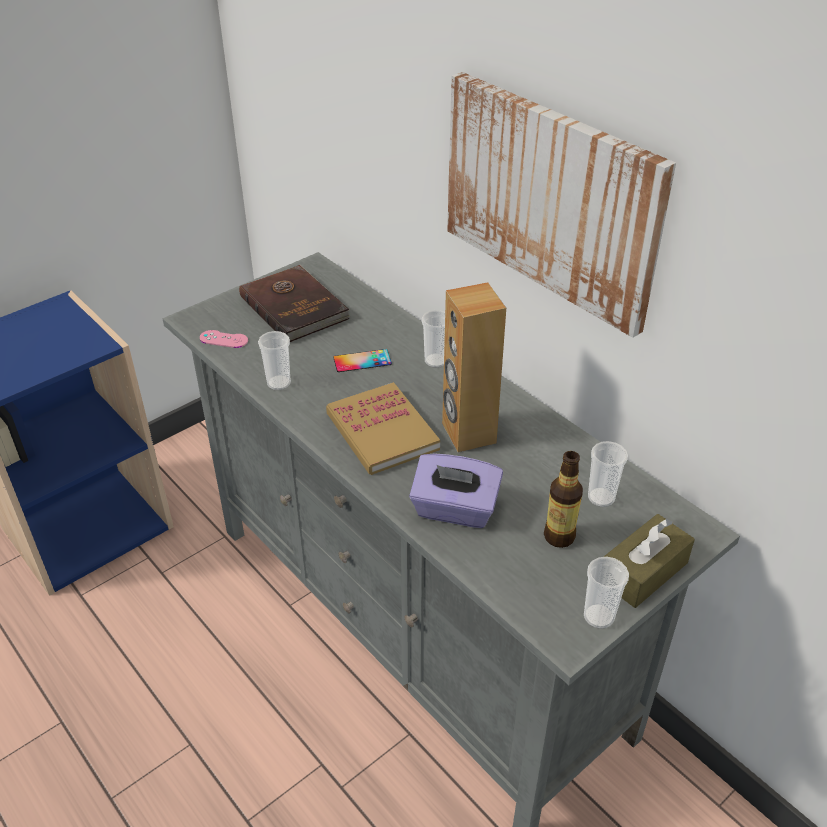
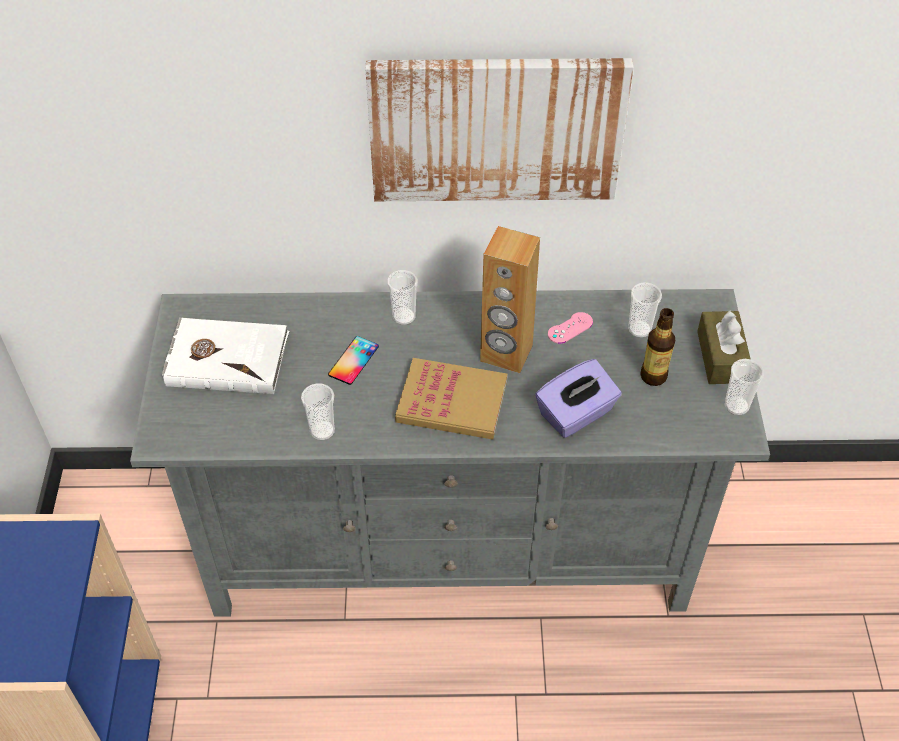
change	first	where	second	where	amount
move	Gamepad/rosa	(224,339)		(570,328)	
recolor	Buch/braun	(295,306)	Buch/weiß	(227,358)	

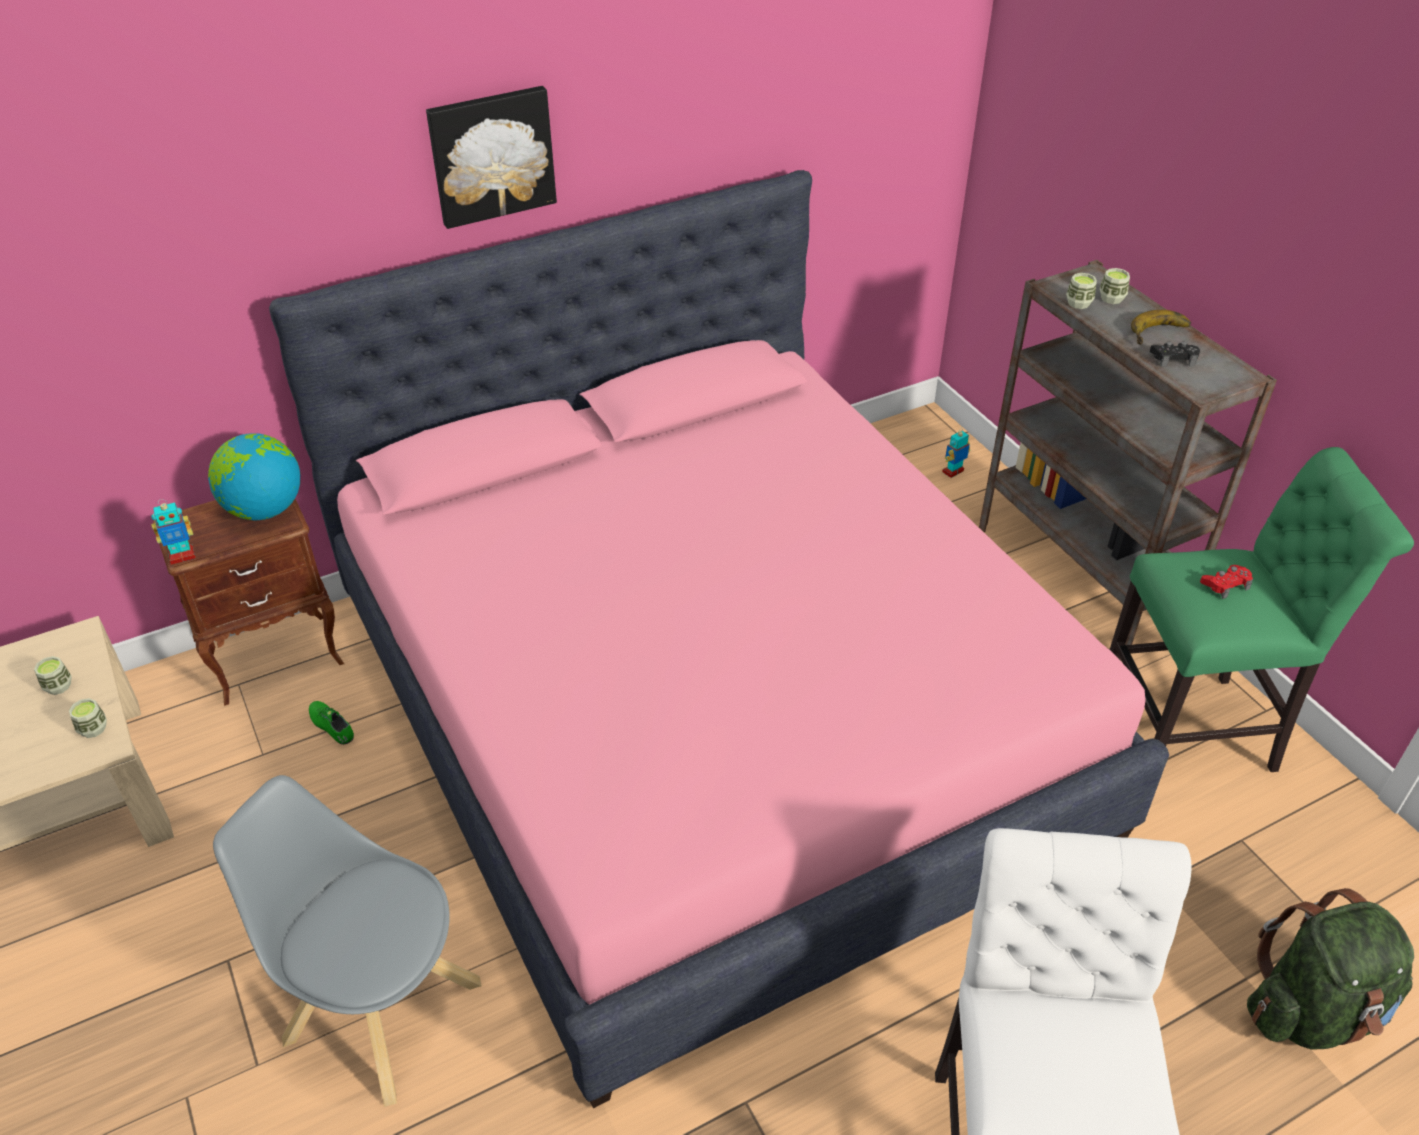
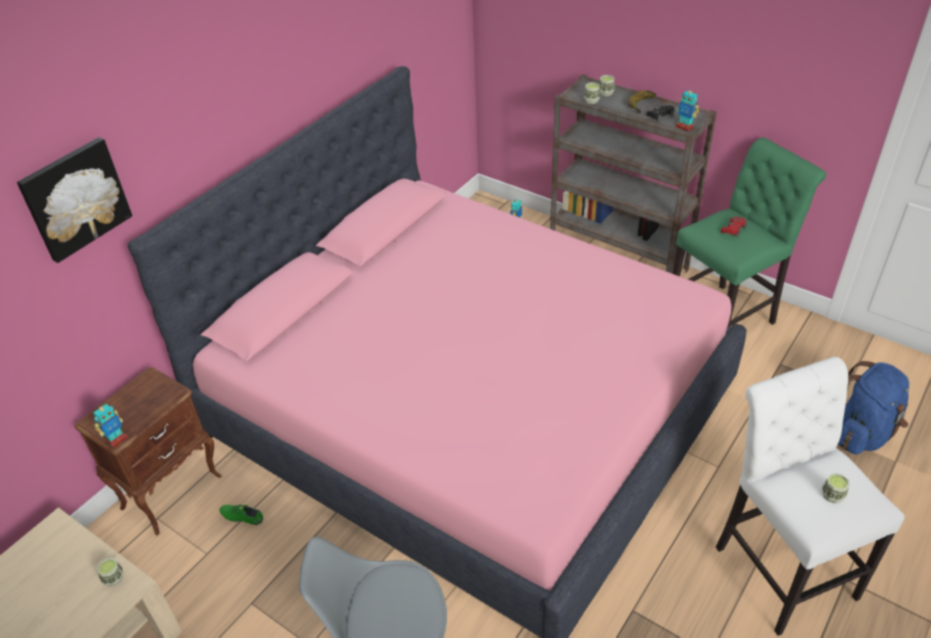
change	first	where	second	where	amount
delete	Globus	(264,509)			
insert			Spielzeugroboter	(684,127)	
move	Tasse	(58,686)		(832,495)	
move	Bild	(491,155)		(75,198)	
recolor	Rucksack/grün	(1312,1010)	Rucksack/blau	(861,432)	

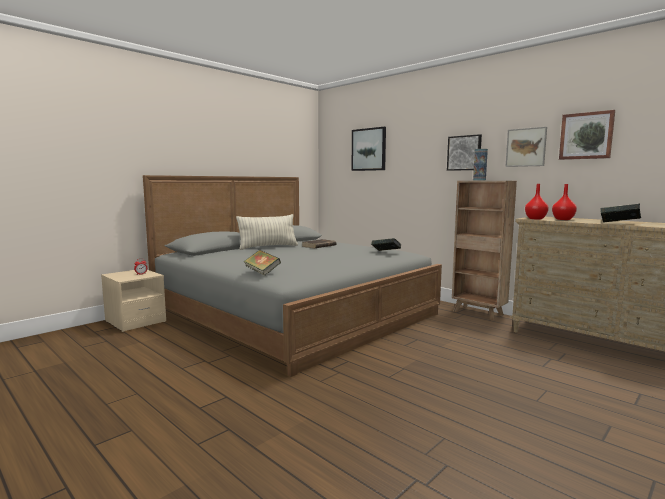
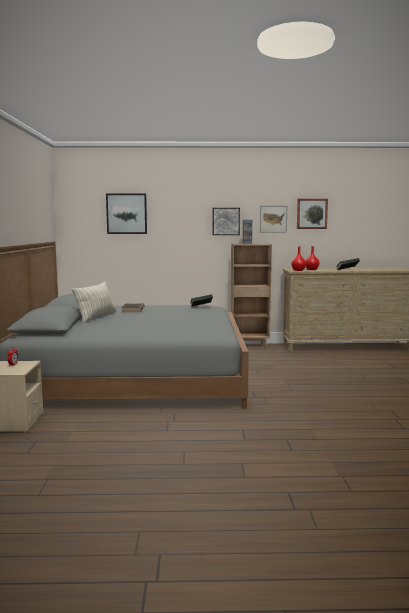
change	first	where	second	where	amount
delete	Buch	(262,272)			

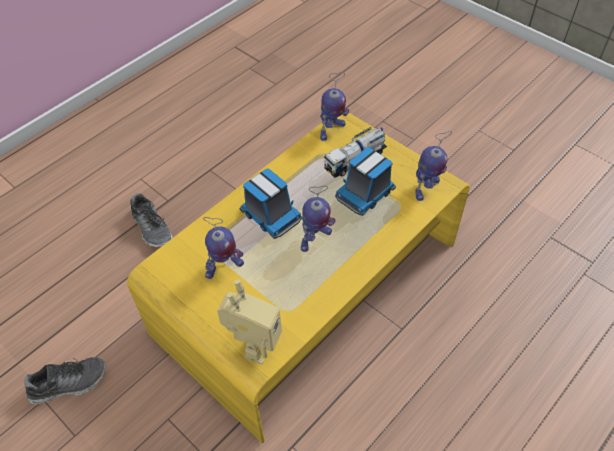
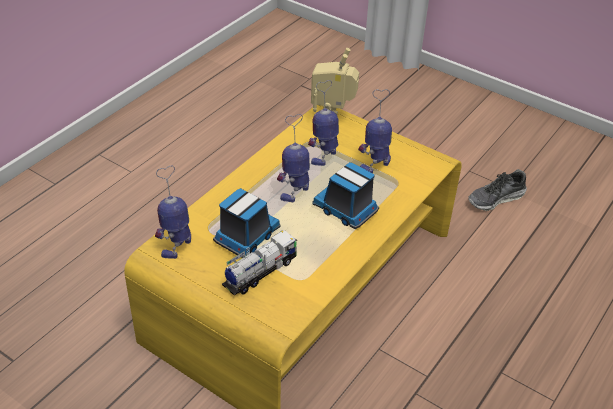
change	first	where	second	where	amount
delete	Schuh	(152,228)			
move	Spielzeugroboter	(331,130)		(324,155)	

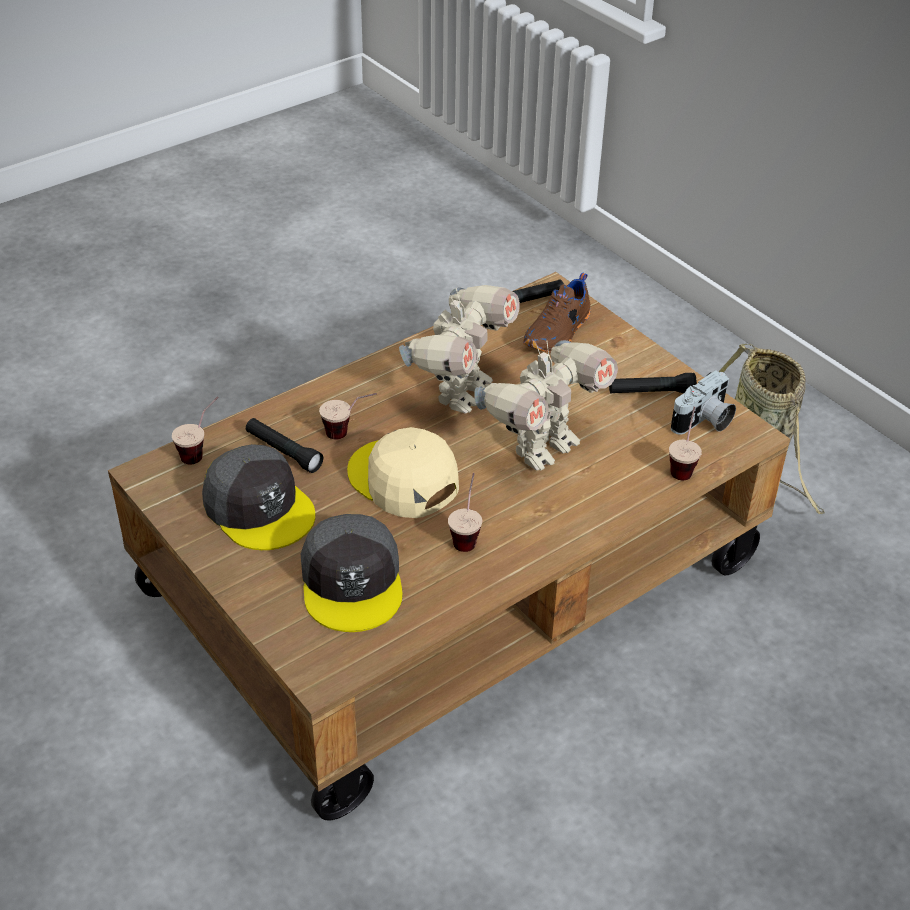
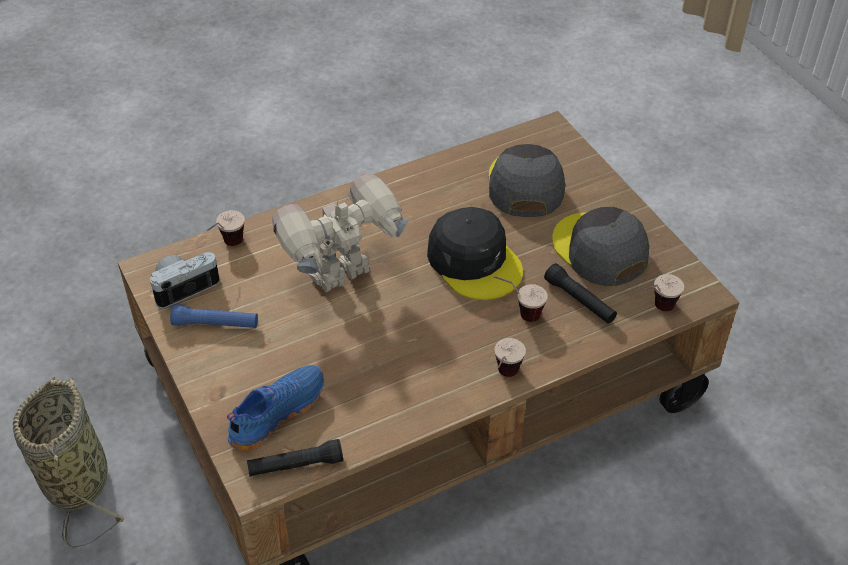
change	first	where	second	where	amount
delete	Spielzeugroboter	(460,393)			
move	Tasse	(467,534)		(504,378)	
recolor	Kappe/beige	(403,479)	Kappe/schwarz	(474,261)	
recolor	Schuh/braun	(559,333)	Schuh/blau	(275,413)	
recolor	Taschenlampe/schwarz	(651,392)	Taschenlampe/blau	(215,324)	

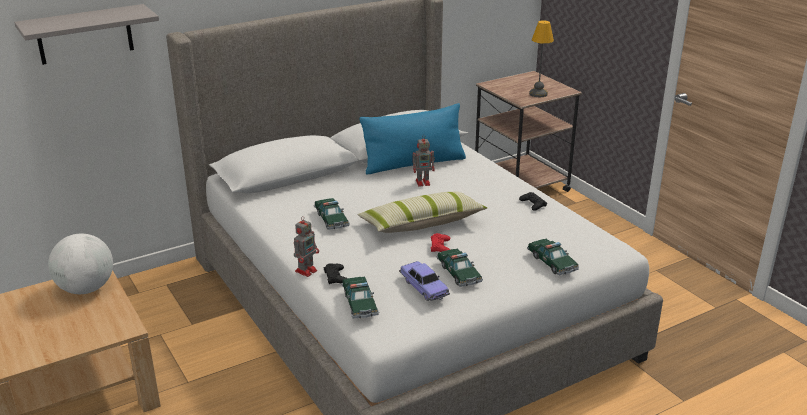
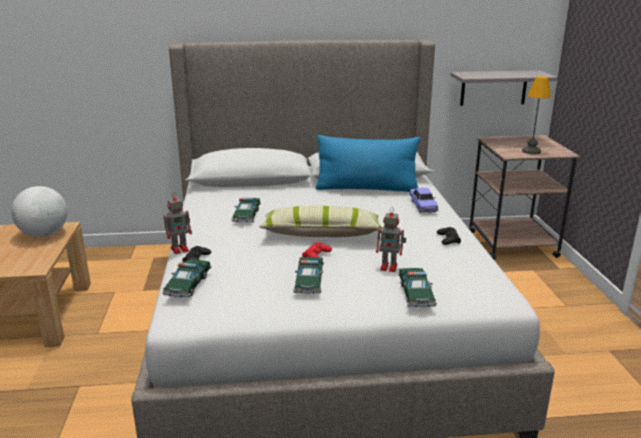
change	first	where	second	where	amount
move	Wandregal/grau	(85,34)		(493,88)	
move	Spielzeugauto	(424,287)		(423,206)	
move	Spielzeugroboter	(423,182)		(390,267)	

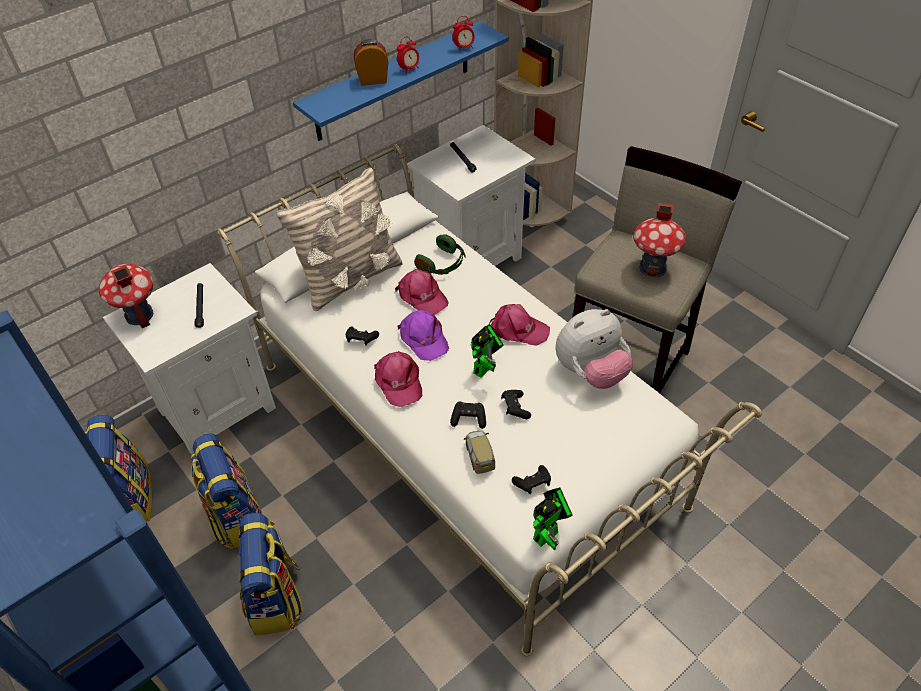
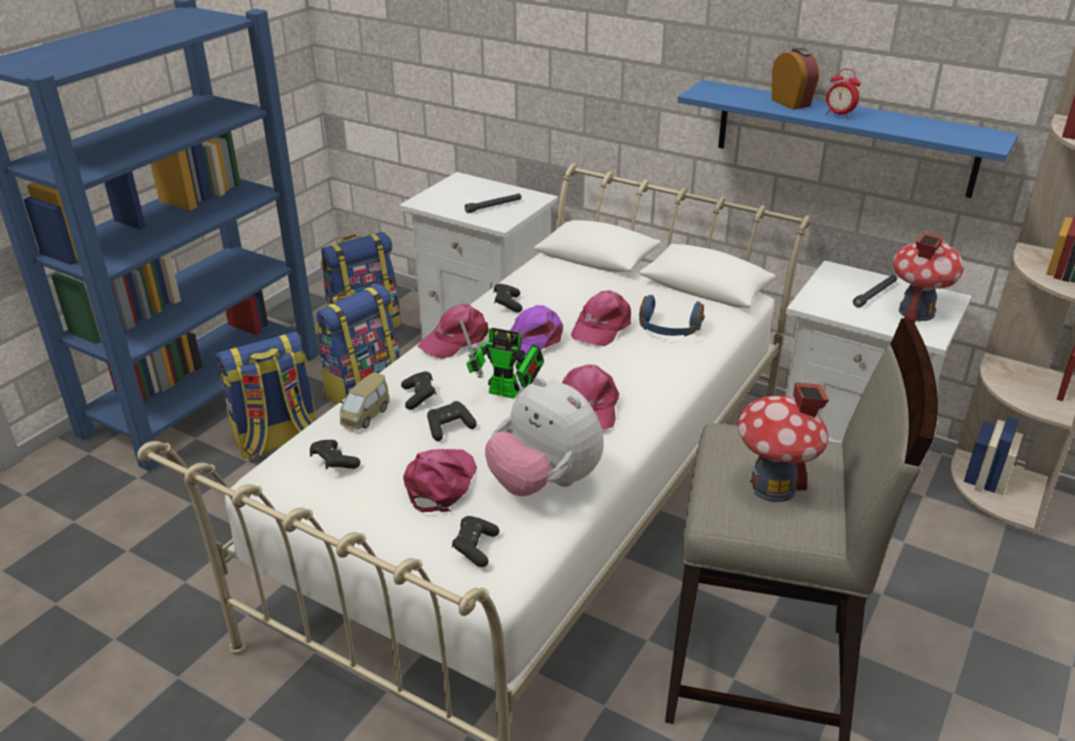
change	first	where	second	where	amount
delete	Kissen/beige	(351,280)			
delete	Wecker	(464,48)			
delete	Spielzeugroboter	(548,533)			
insert			Kappe/rosa	(441,483)	
insert			Gamepad/schwarz	(475,548)	
move	Spielzeughaus	(139,315)		(916,312)	
recolor	Kopfhörer/grün	(442,264)	Kopfhörer/blau	(668,329)	
rotate	Spielzeugauto	(479,456)		(365,415)	150 degrees clockwise

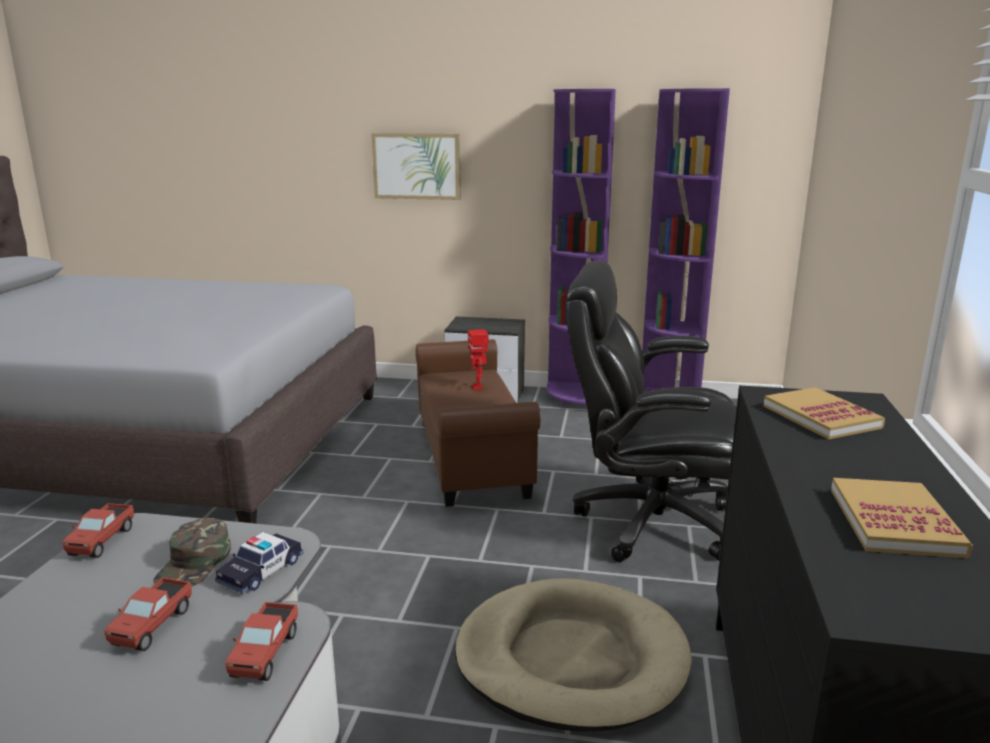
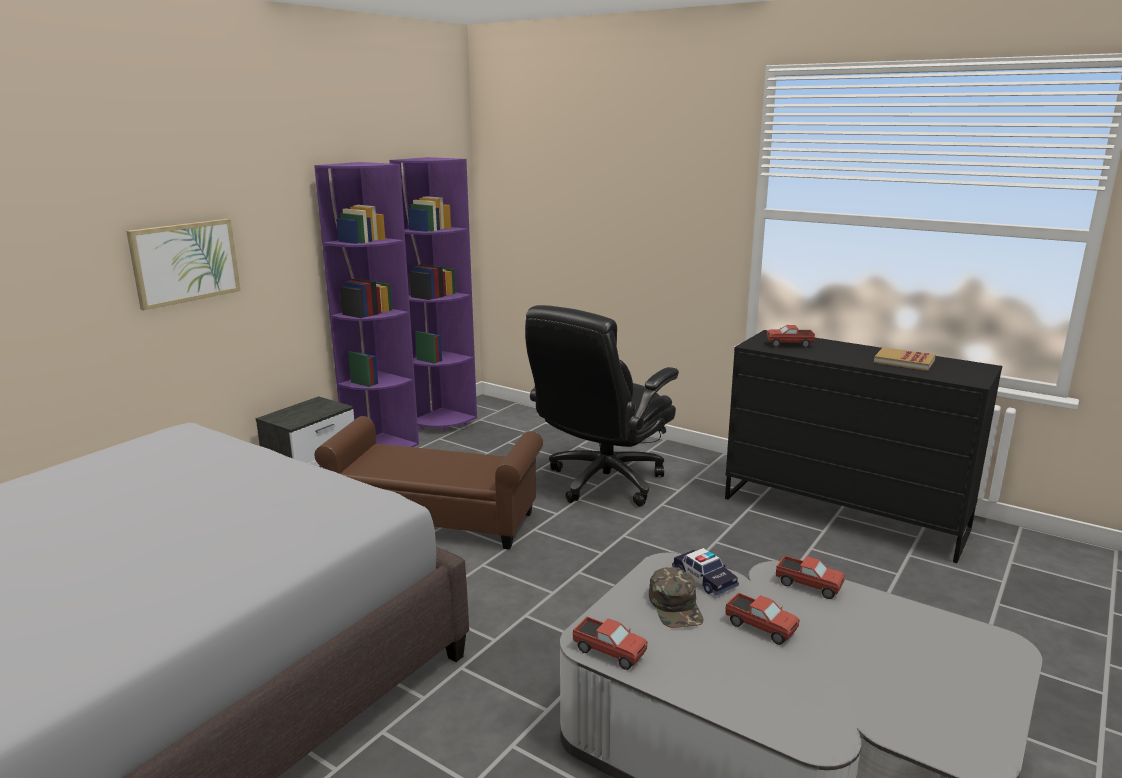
change	first	where	second	where	amount
delete	Hundebett/beige	(571,659)			
delete	Spielzeugroboter	(478,387)			
replace	Buch	(821,417)	Spielzeuglaster	(789,344)	
rotate	Kappe/grün	(195,563)		(676,606)	45 degrees clockwise

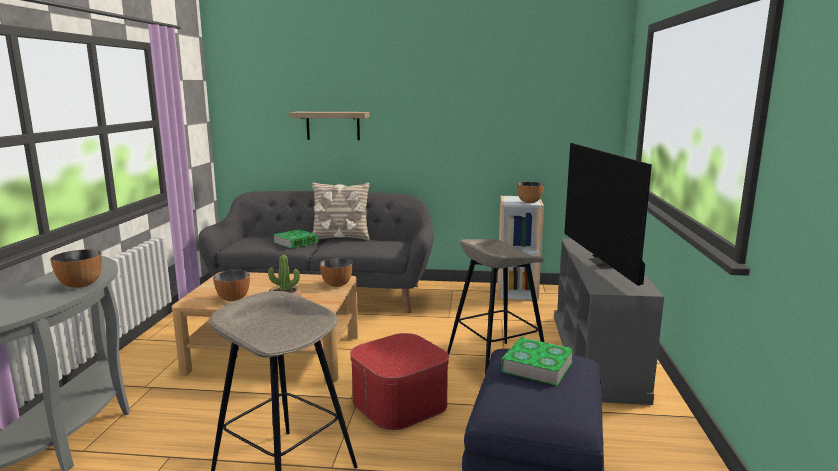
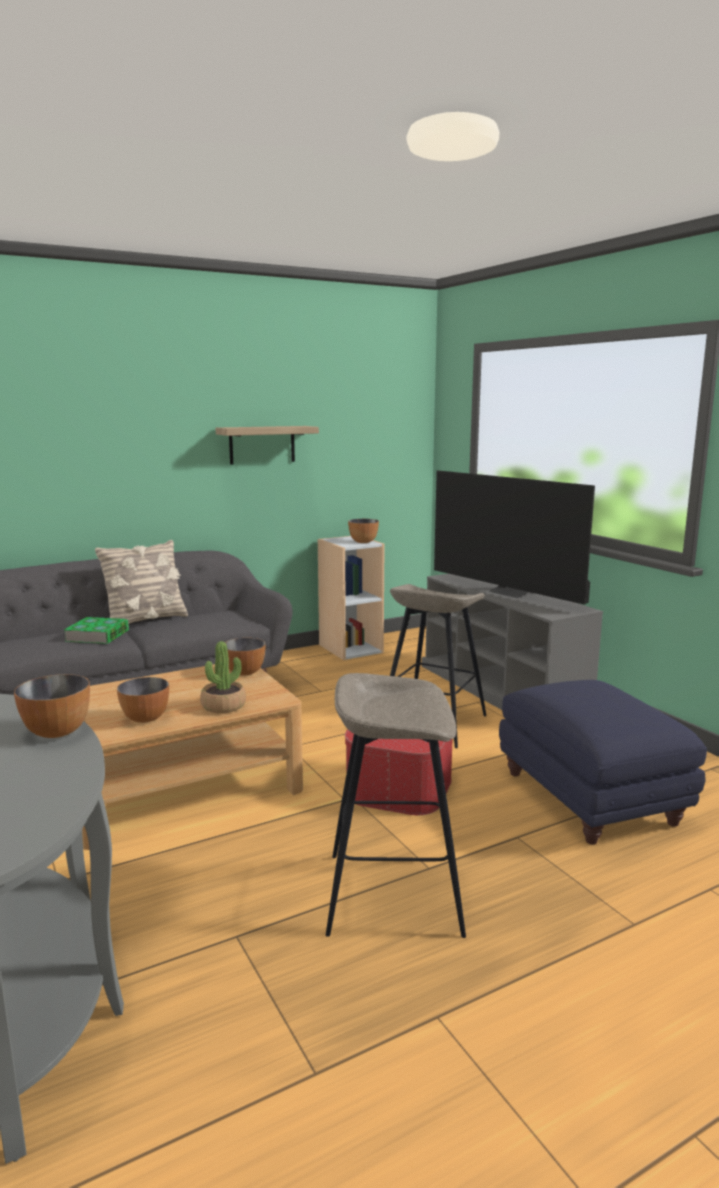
change	first	where	second	where	amount
delete	Buch	(537,367)			
move	Wandregal	(333,125)		(262,444)	

